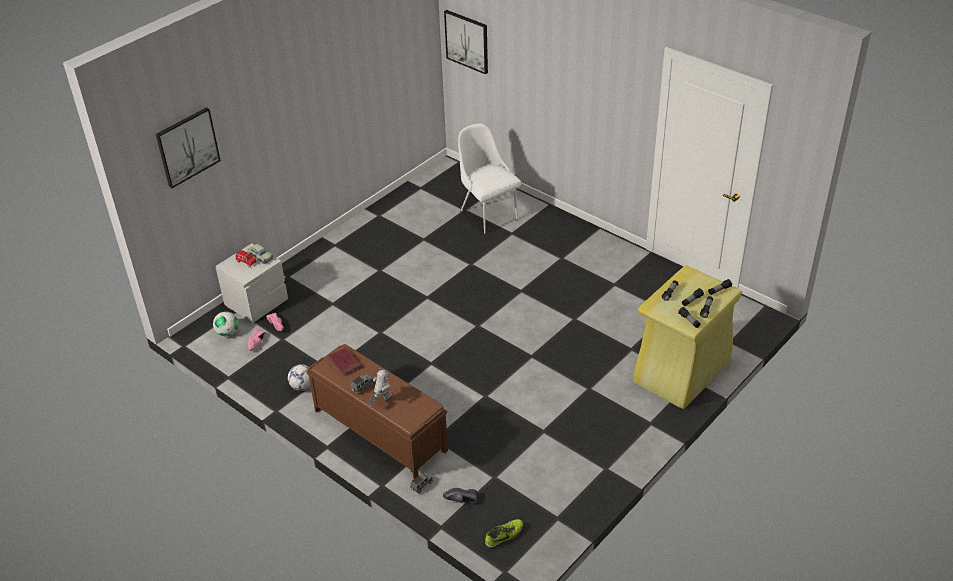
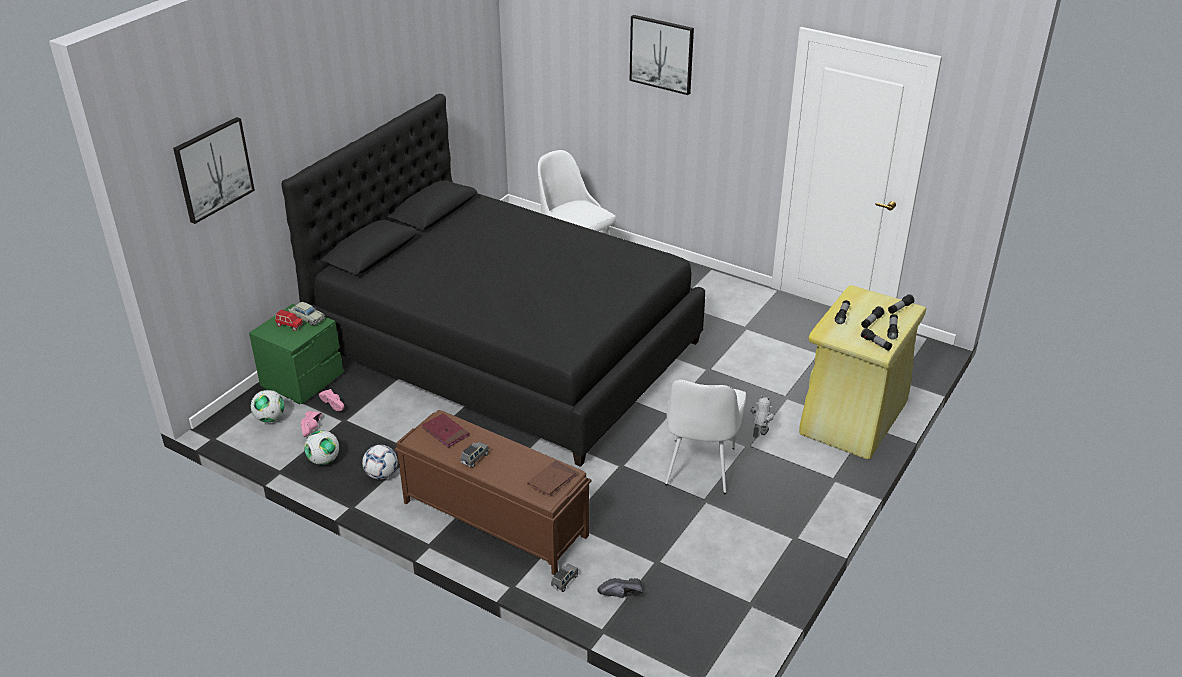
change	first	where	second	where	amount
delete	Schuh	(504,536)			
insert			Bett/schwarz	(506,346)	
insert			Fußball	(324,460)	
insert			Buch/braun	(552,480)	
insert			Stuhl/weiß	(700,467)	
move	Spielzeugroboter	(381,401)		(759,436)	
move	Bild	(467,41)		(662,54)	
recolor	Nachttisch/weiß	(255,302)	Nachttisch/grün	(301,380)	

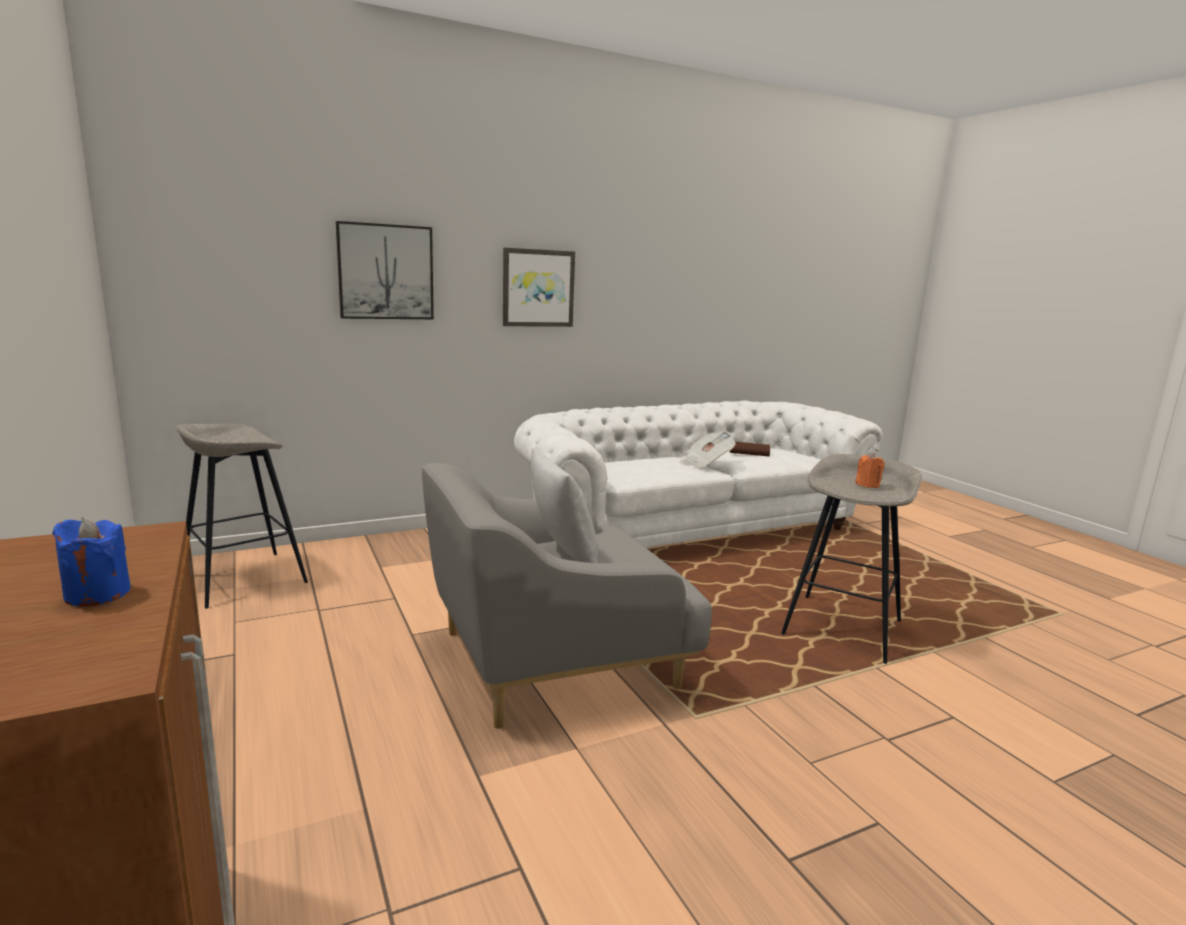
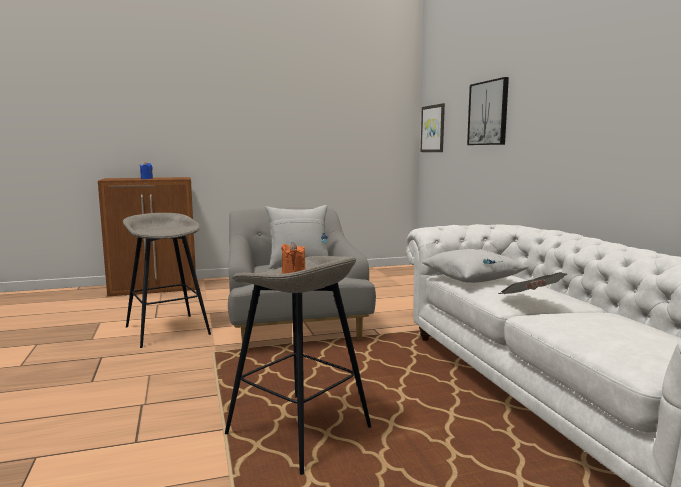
change	first	where	second	where	amount
delete	Buch/braun	(749,452)			
insert			Kissen/grau	(472,279)	
move	Hocker/grau	(243,578)		(168,330)	
move	Bild	(538,288)		(433,128)	

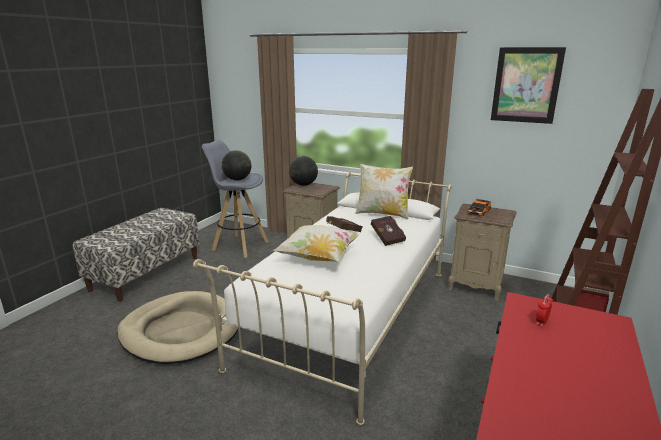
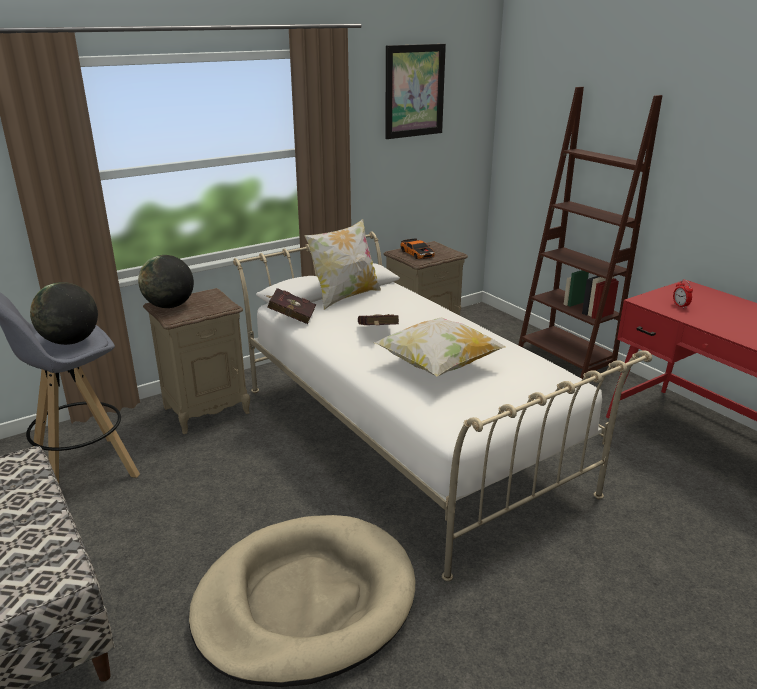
change	first	where	second	where	amount
move	Buch/rot	(387,238)		(290,317)	

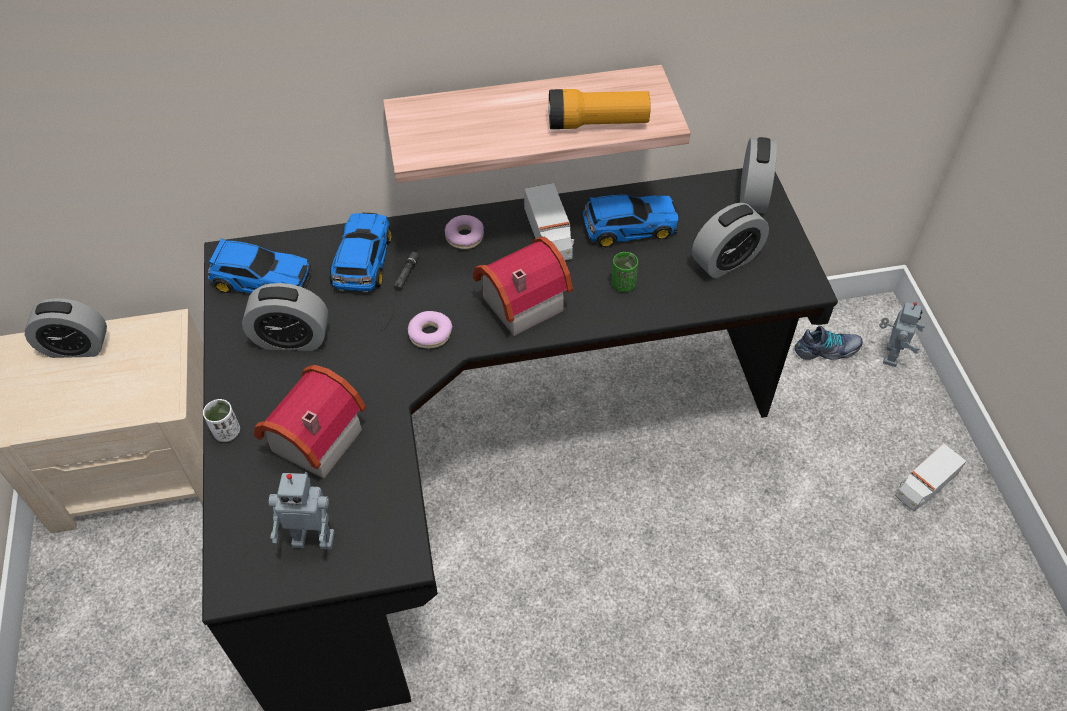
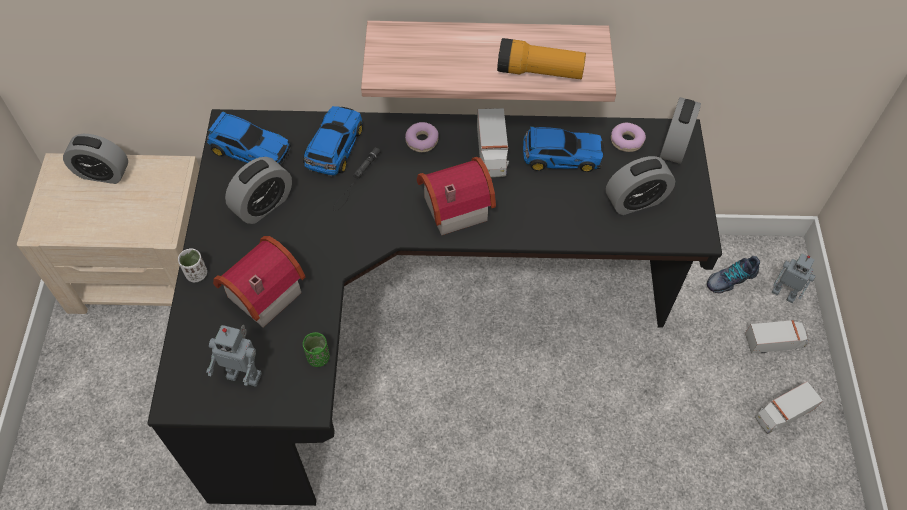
change	first	where	second	where	amount
insert			Spielzeuglaster	(774,342)	
move	Donut	(430,334)		(627,141)	
move	Tasse/grün	(623,284)		(318,357)	
rotate	Wecker	(292,339)		(263,205)	60 degrees counterclockwise
rotate	Schuh	(827,350)		(730,278)	150 degrees clockwise
rotate	Spielzeugroboter	(889,355)		(784,293)	90 degrees clockwise

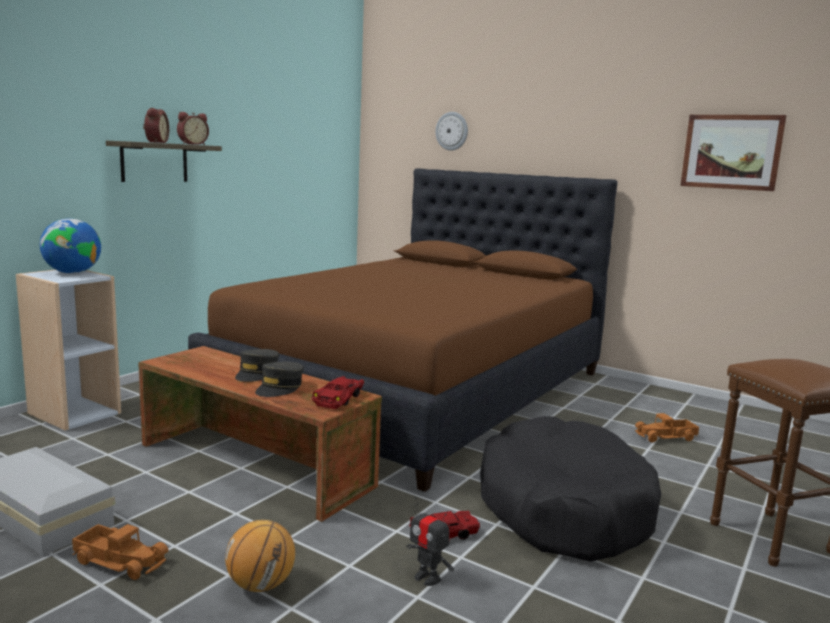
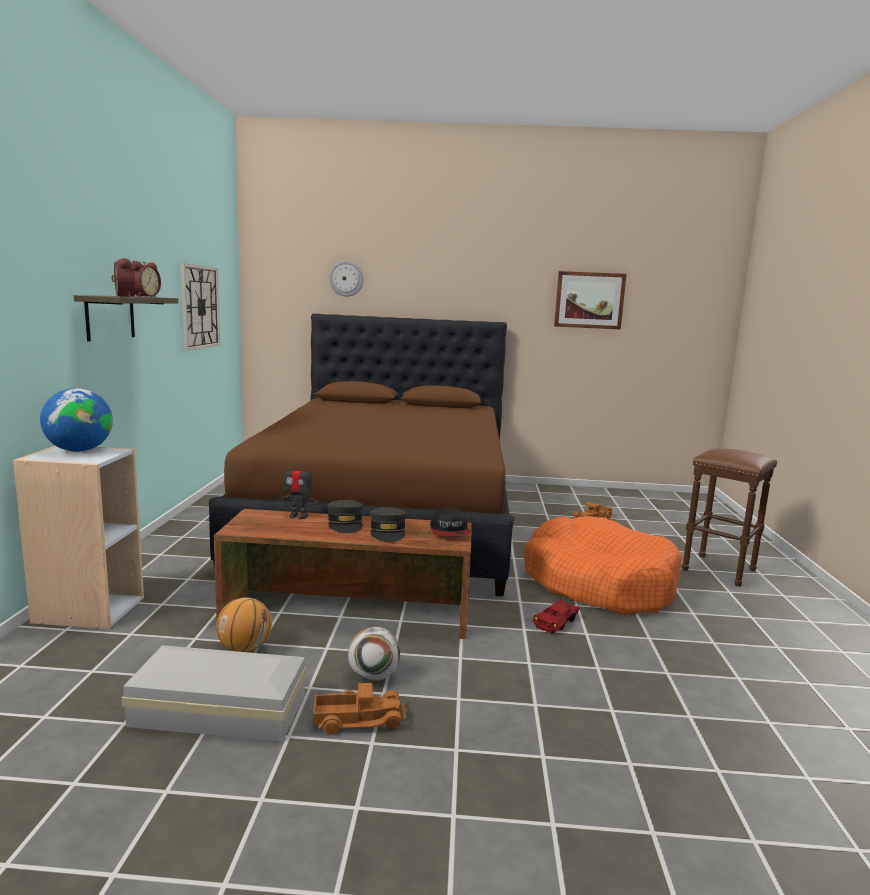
change	first	where	second	where	amount
insert			Wanduhr	(199,307)	
insert			Fußball	(373,676)	
move	Basketball	(261,585)		(245,648)	
move	Spielzeugroboter	(427,578)		(298,516)	
replace	Spielzeugauto/rot	(340,399)	Kappe	(449,531)	
recolor	Hundebett/schwarz	(562,508)	Hundebett/orange	(598,583)	

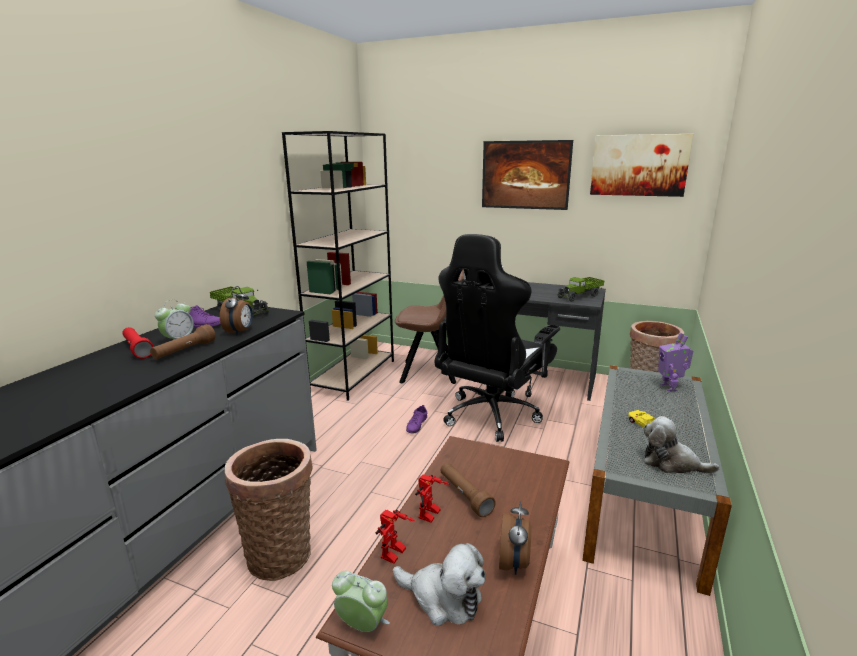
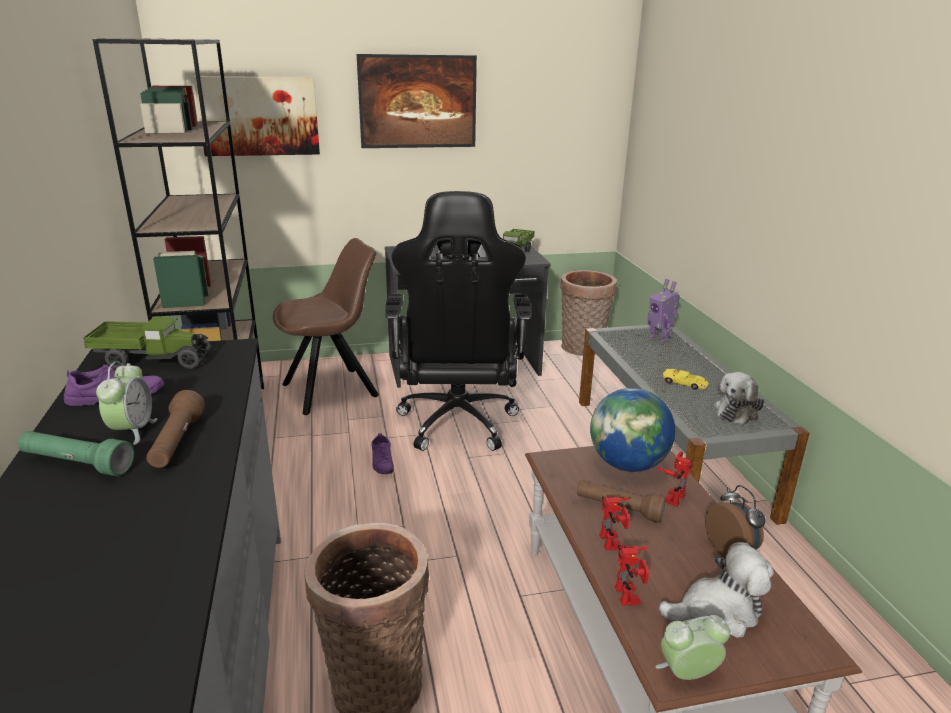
change	first	where	second	where	amount
delete	Wecker	(240,332)			
insert			Globus	(627,464)	
insert			Spielzeugroboter	(671,496)	
move	Bild	(639,165)		(259,116)	
recolor	Taschenlampe/rot	(137,349)	Taschenlampe/grün	(77,464)	
rotate	Plüschtier	(671,463)		(737,411)	45 degrees counterclockwise

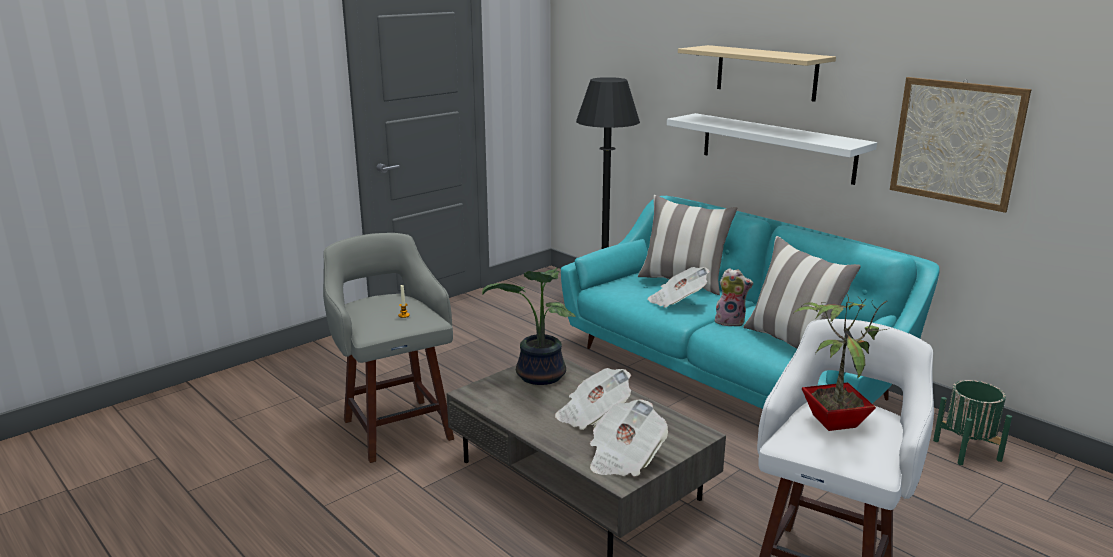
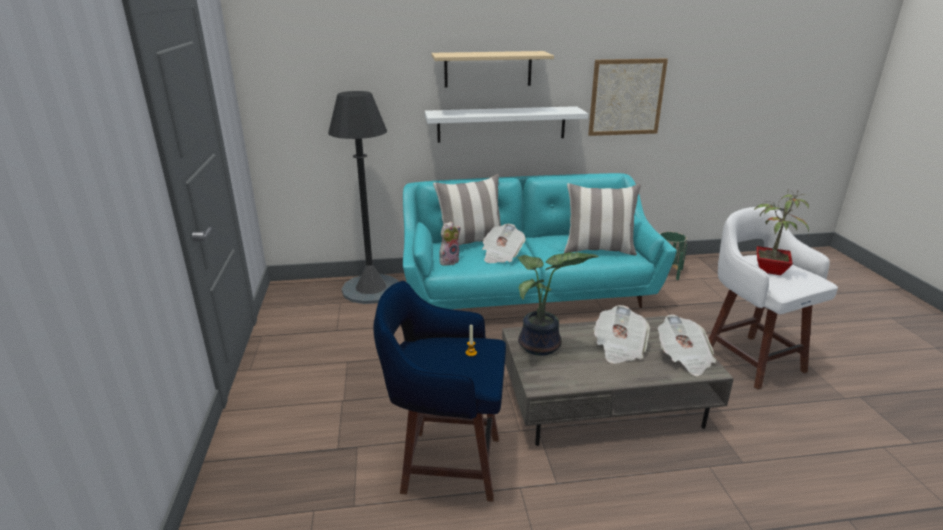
change	first	where	second	where	amount
move	Plüschtier	(730,322)		(449,261)	
recolor	Hocker/grau	(396,427)	Hocker/blau	(446,463)	

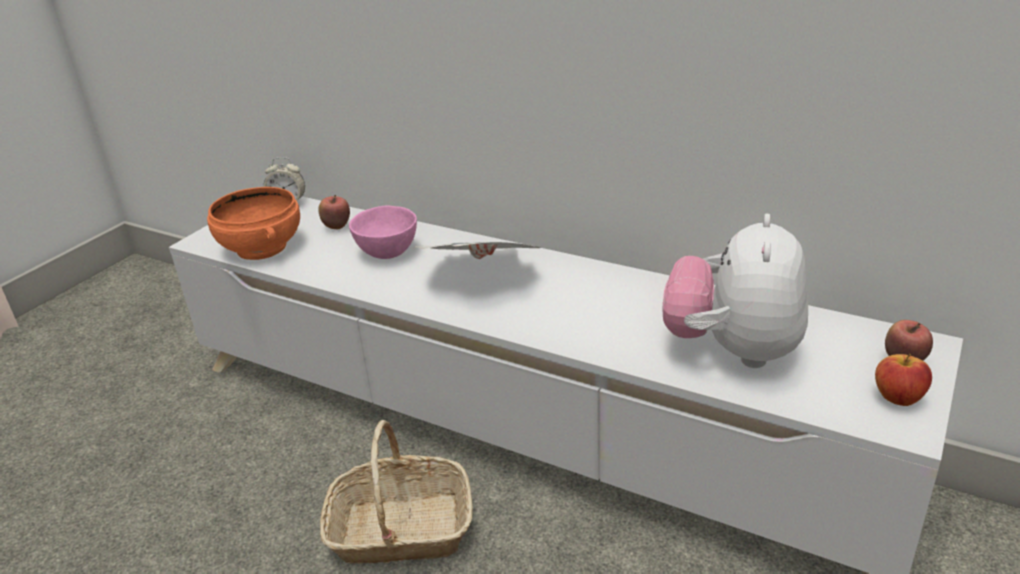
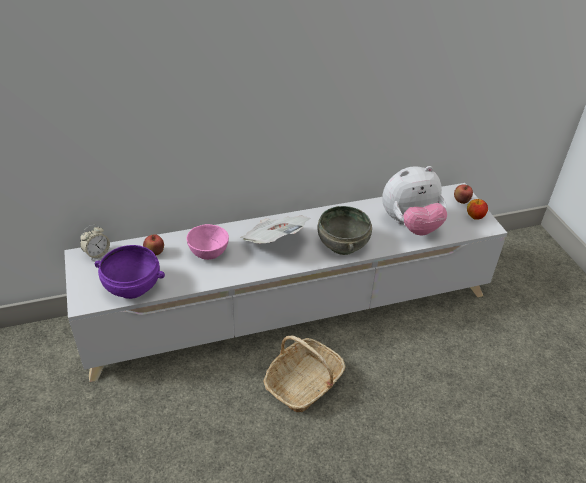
change	first	where	second	where	amount
insert			Schüssel/grau	(343,244)	
recolor	Schüssel/orange	(260,248)	Schüssel/lila	(132,287)	
rotate	Plüschtier	(732,350)		(410,225)	75 degrees counterclockwise

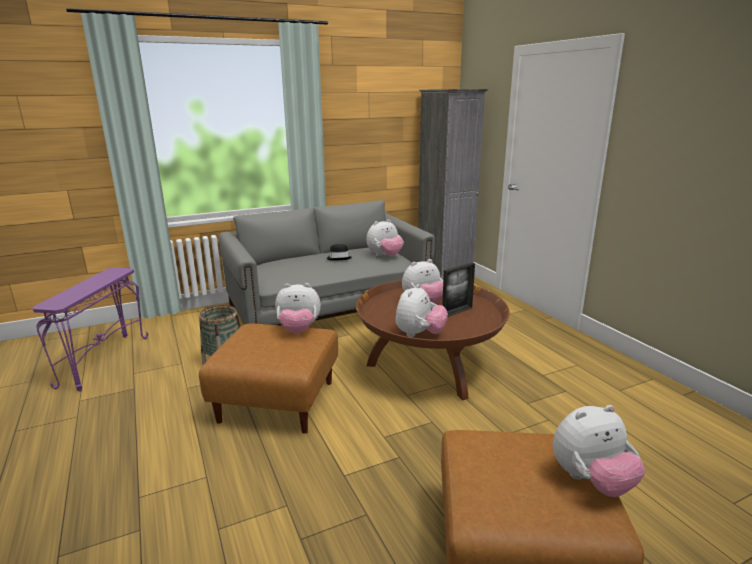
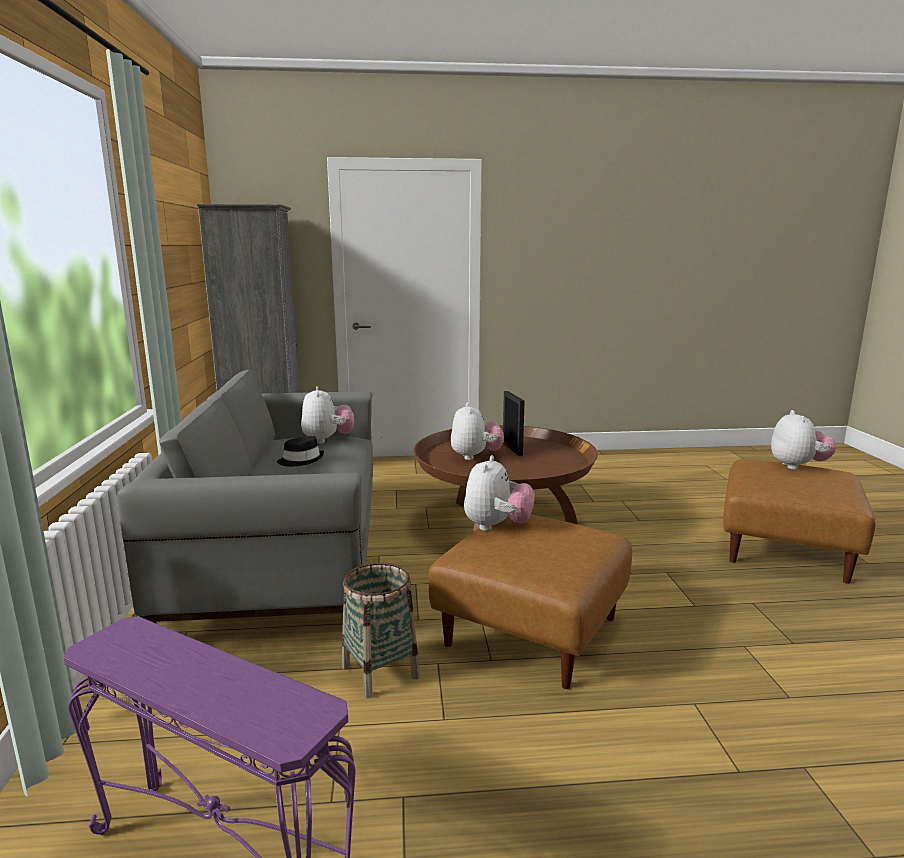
change	first	where	second	where	amount
delete	Plüschtier	(419,334)			

